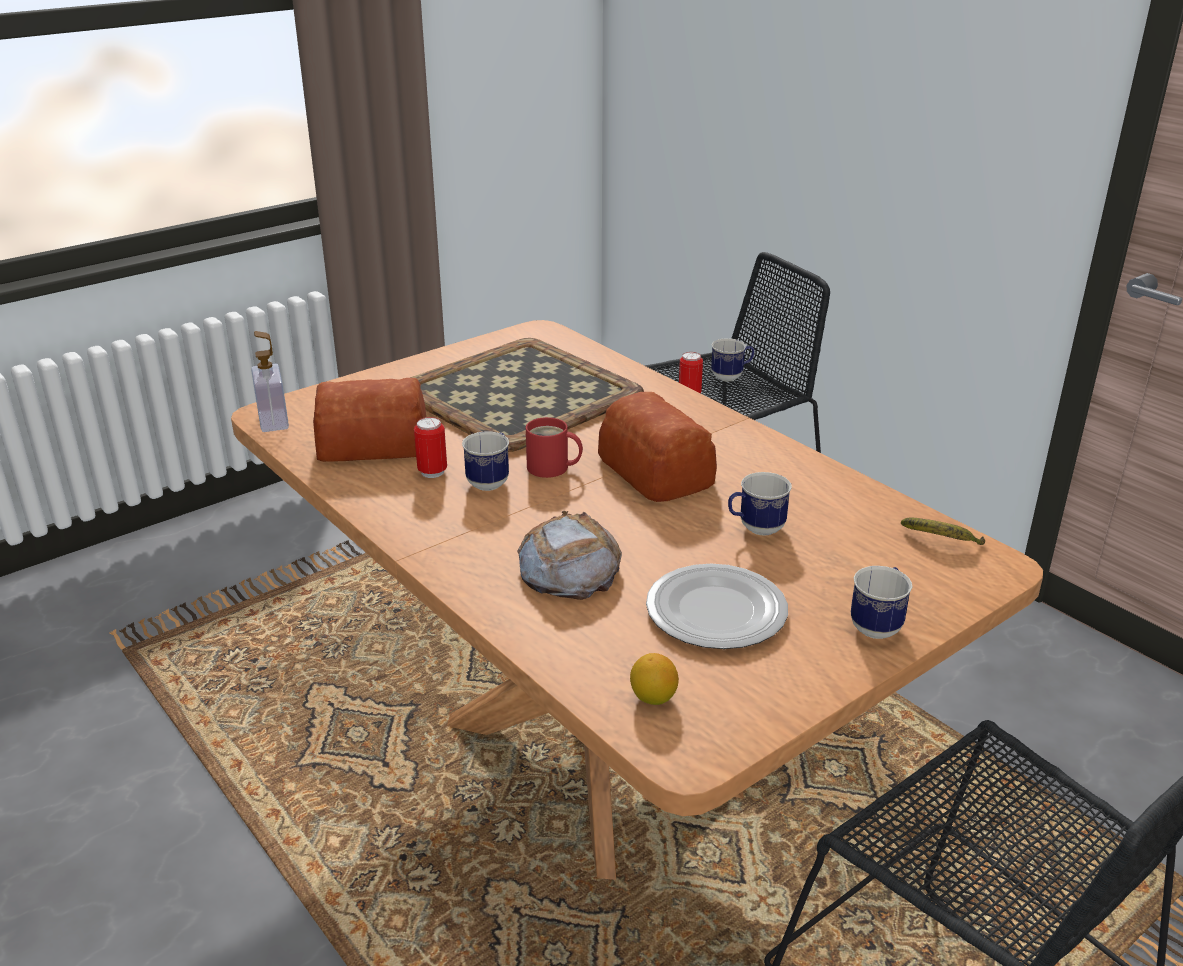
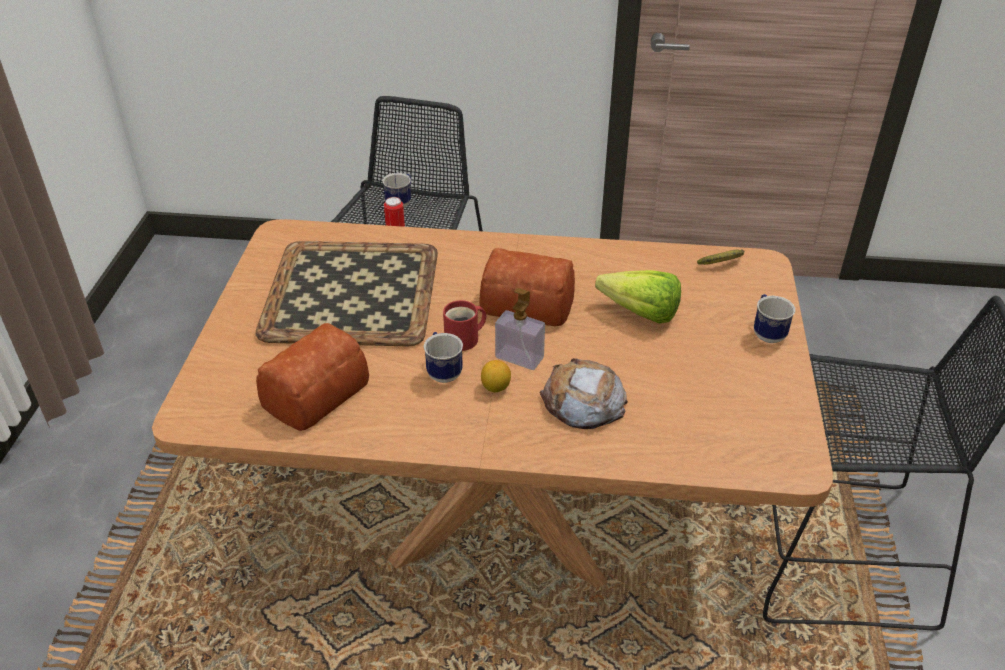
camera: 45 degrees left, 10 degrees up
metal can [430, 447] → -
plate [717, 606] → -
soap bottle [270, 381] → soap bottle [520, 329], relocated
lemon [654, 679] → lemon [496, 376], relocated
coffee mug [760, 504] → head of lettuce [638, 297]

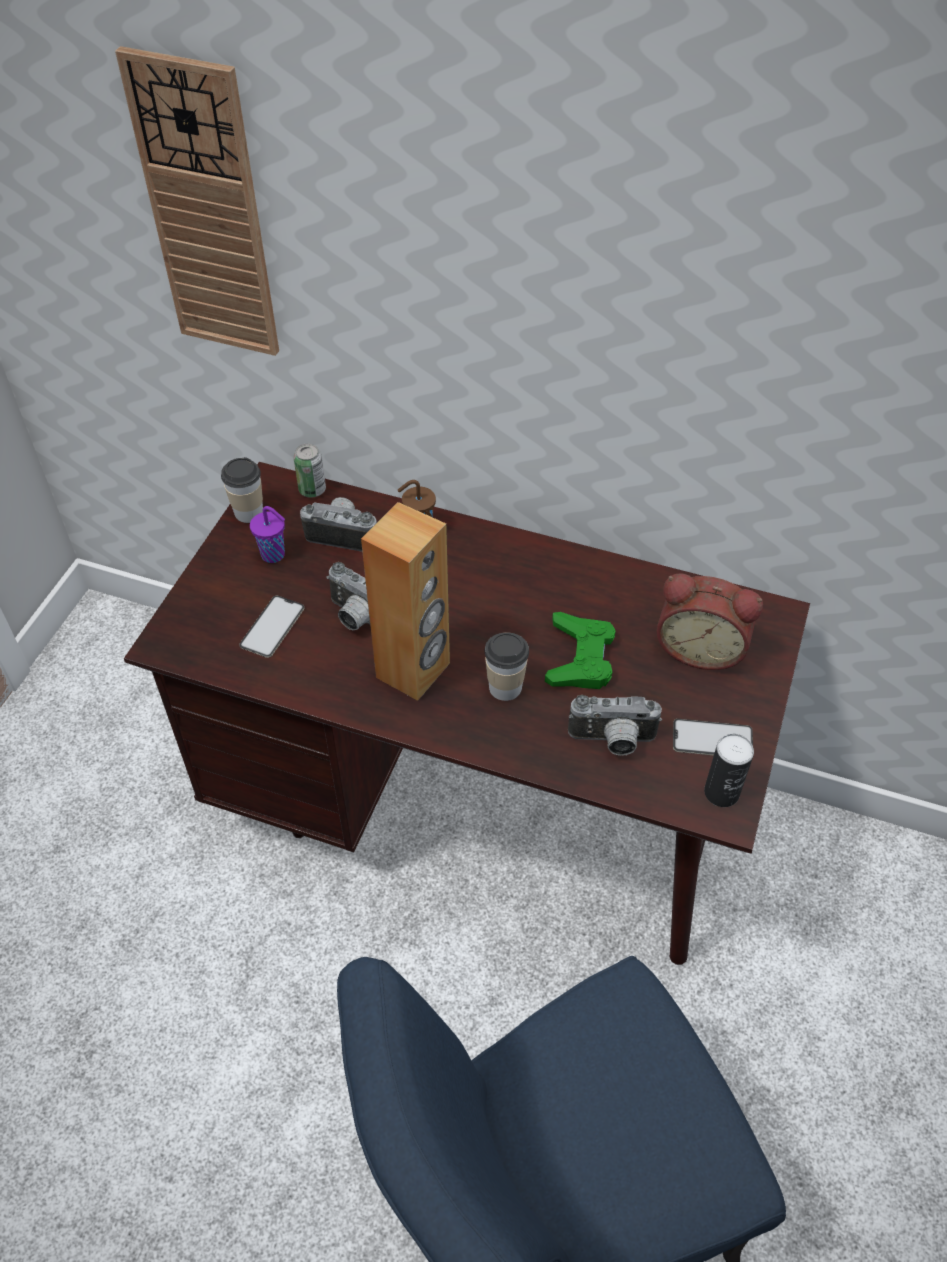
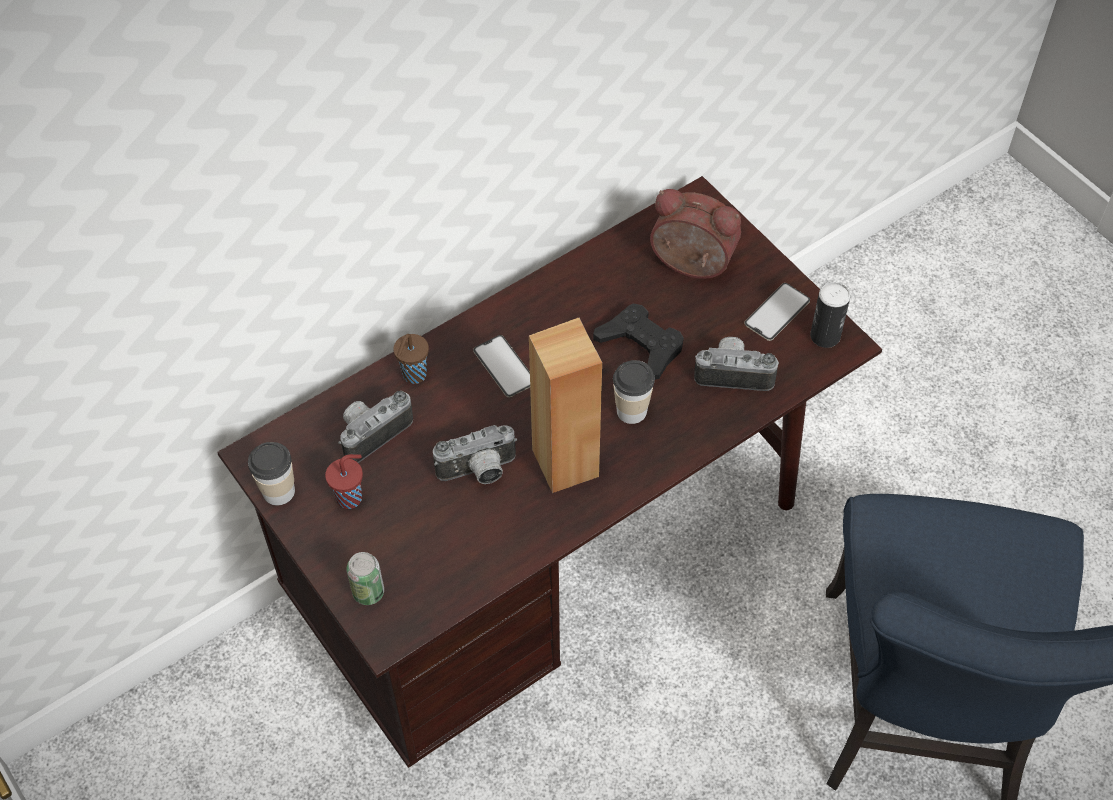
camera: 55 degrees left, 5 degrees up
clock on the wall [197, 201] → -
handset [272, 626] → handset [501, 366], relocated
metal can [310, 471] → metal can [365, 578], relocated
purple-coloured cup [267, 534] → red-coloured cup [344, 481]
green joypad [580, 650] → blackish joypad [638, 342]
photo camera [615, 725] → photo camera [736, 364], 120 degrees counterclockwise
alarm clock [709, 621] → alarm clock [695, 234], 120 degrees counterclockwise

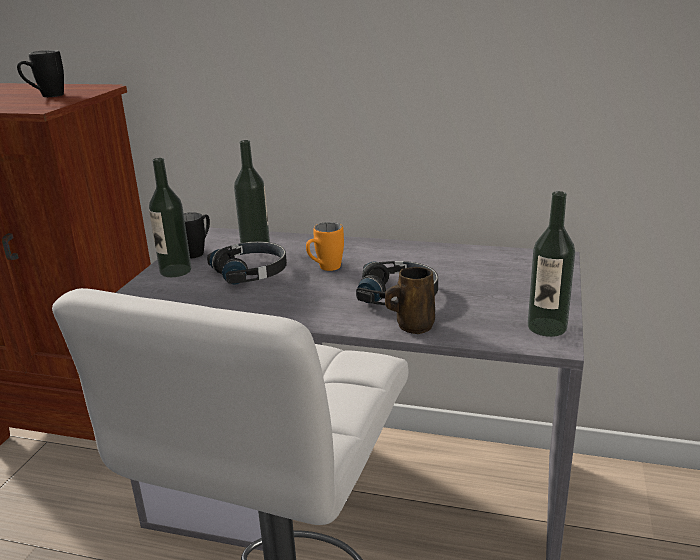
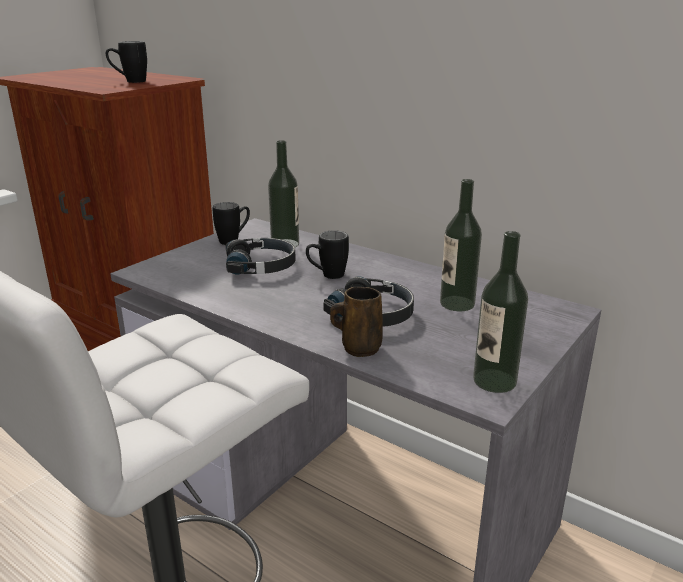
camera: 20 degrees right, 0 degrees up
beverage bottle [170, 217] → beverage bottle [461, 245], relocated
orange-coloured coffee mug [325, 246] → blackish coffee mug [327, 254]

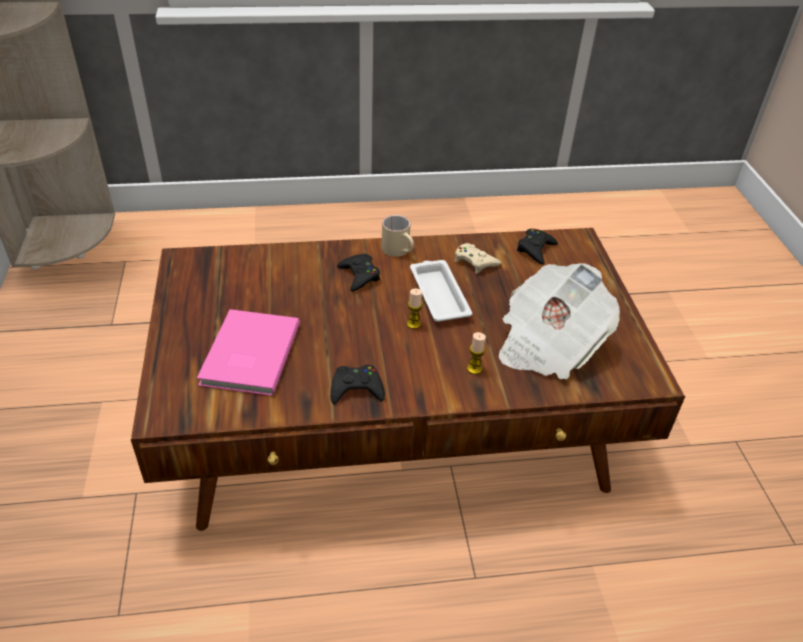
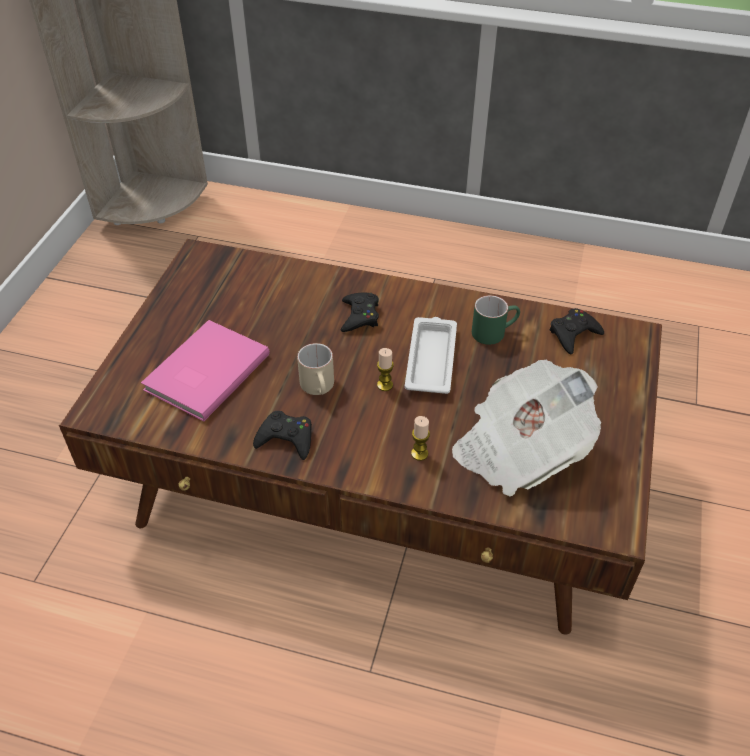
camera: 25 degrees right, 5 degrees up
beige-coloured coffee mug [398, 236] → beige-coloured coffee mug [315, 369], relocated
beige-coloured joypad [478, 258] → green coffee mug [496, 320]

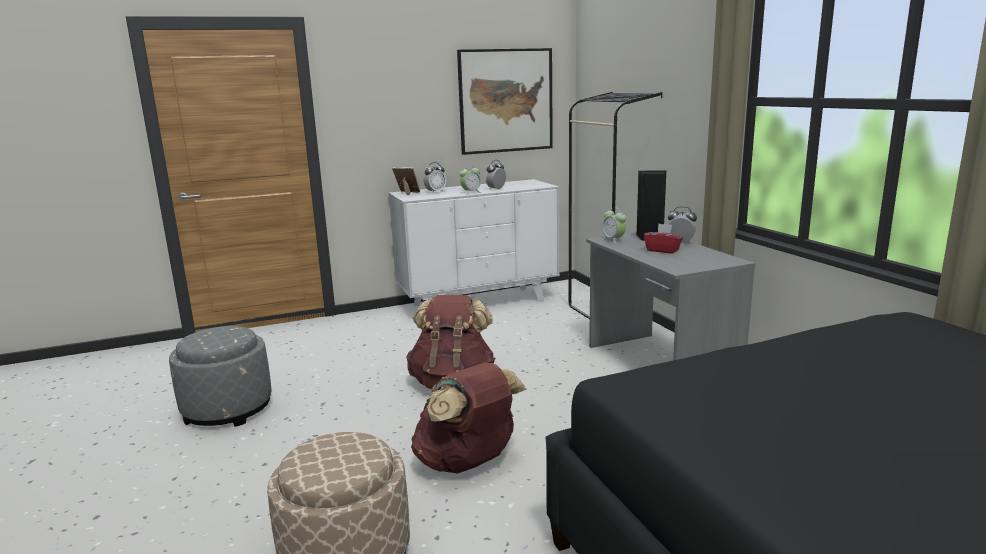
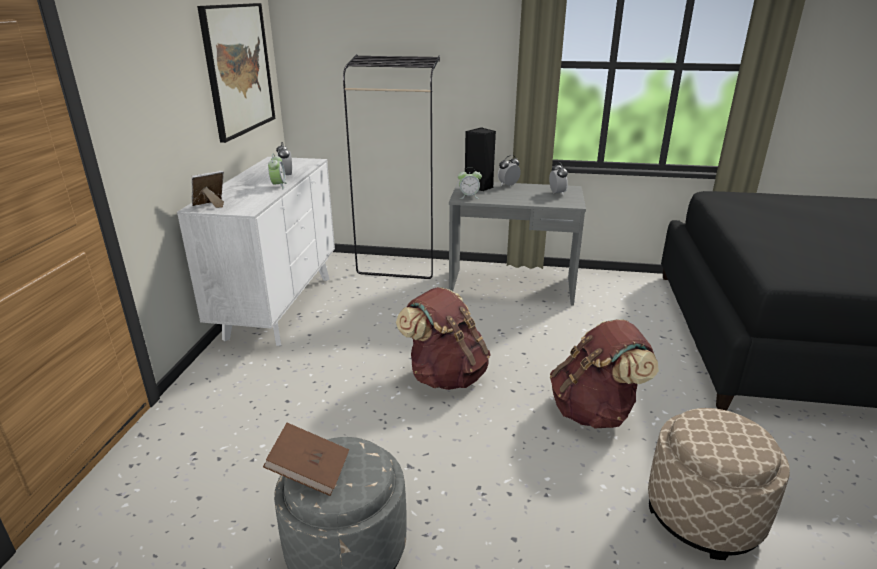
camera: 60 degrees left, 10 degrees up
red-coloured tissue holder [663, 238] → -
- → brown-coloured bound book [306, 459]
alarm clock [435, 177] → alarm clock [558, 178], relocated

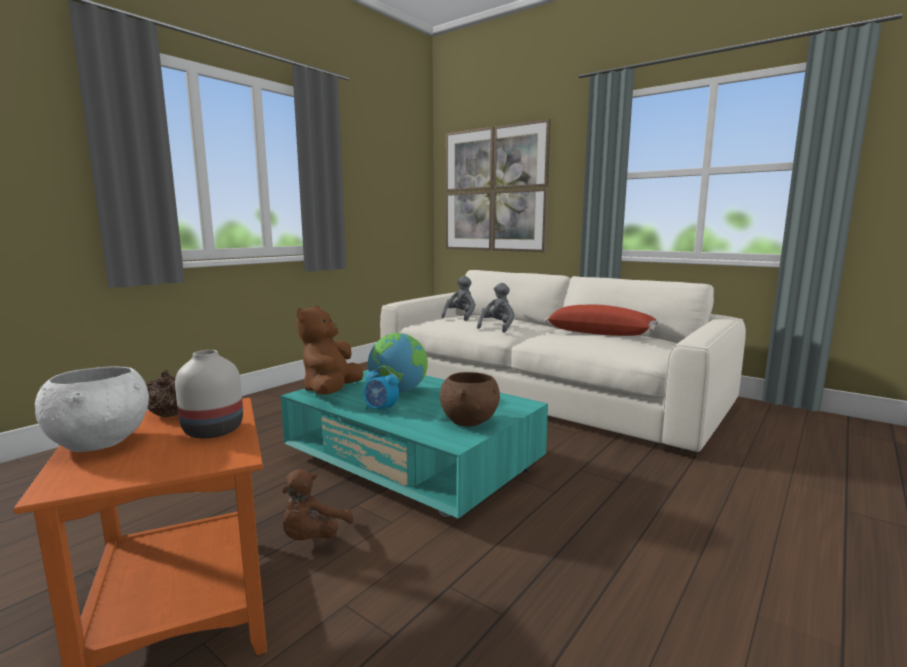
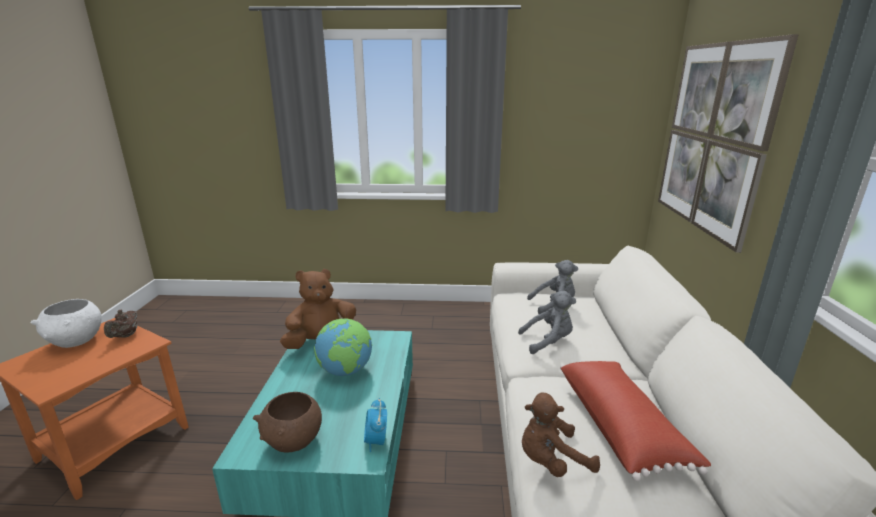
camera: 55 degrees right, 10 degrees up
whitish flower vase [209, 394] → -
brown-coloured cuddly toy [317, 504] → brown-coloured cuddly toy [561, 435], relocated
alarm clock [381, 390] → alarm clock [375, 425], relocated

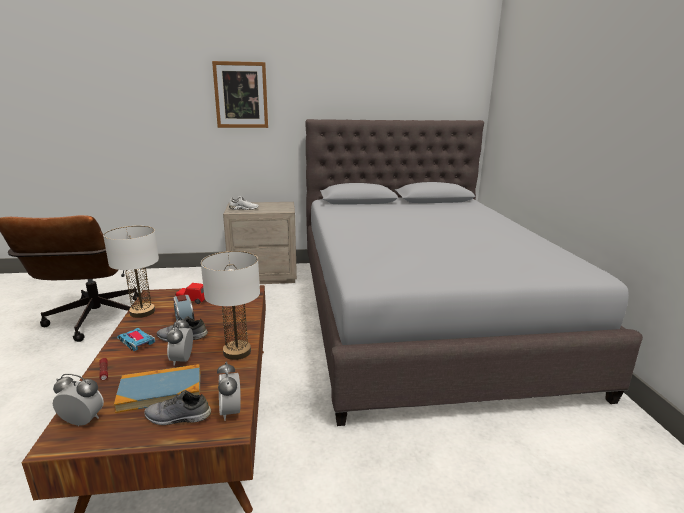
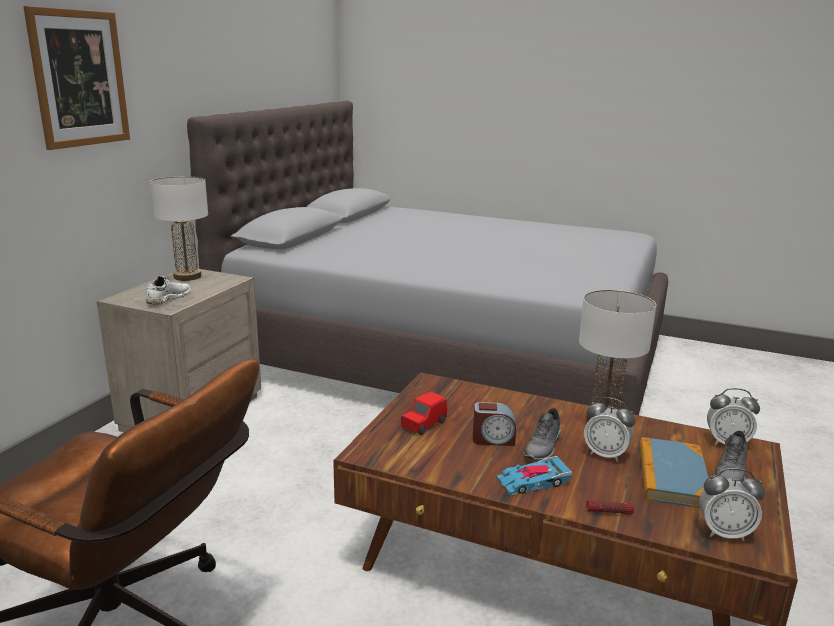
camera: 60 degrees left, 0 degrees up
table lamp [131, 272] → table lamp [179, 228], relocated
alarm clock [78, 400] → alarm clock [732, 504], 120 degrees counterclockwise

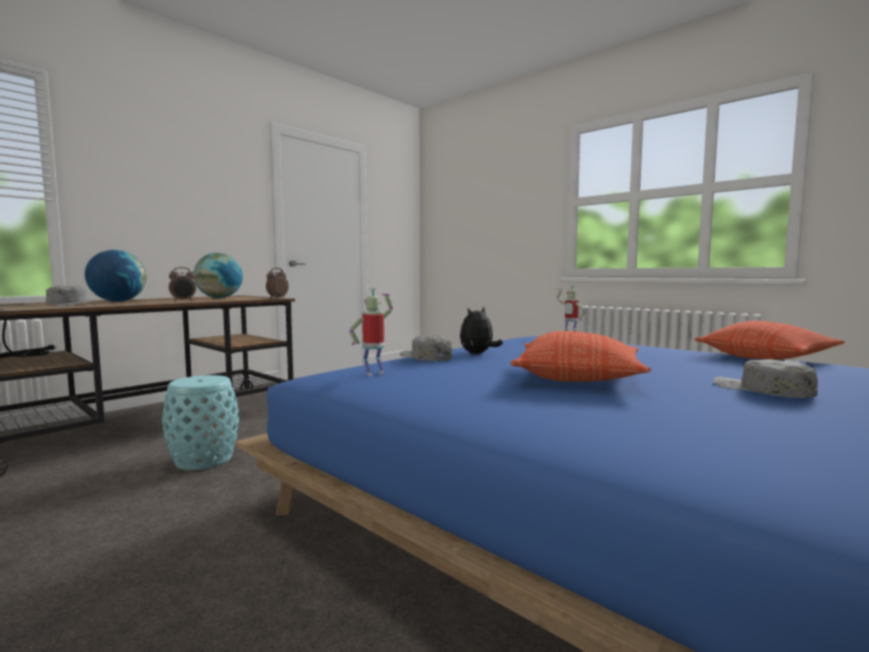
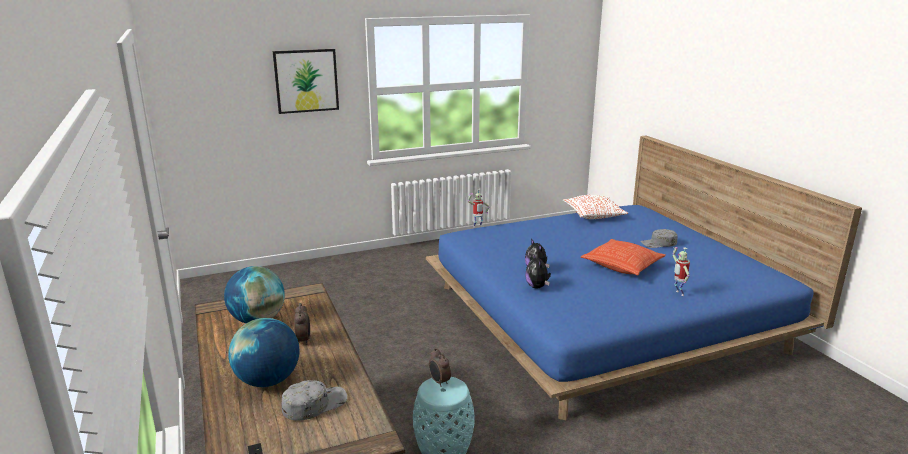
camera: 65 degrees left, 15 degrees up
- → picture [305, 81]
alarm clock [277, 283] → alarm clock [440, 367], relocated
toy robot [371, 332] → toy robot [681, 271], relocated
greyish peaked cap [426, 348] → cuddly toy [538, 271]
orange-coloured pillow [770, 340] → whitish pillow [595, 207]

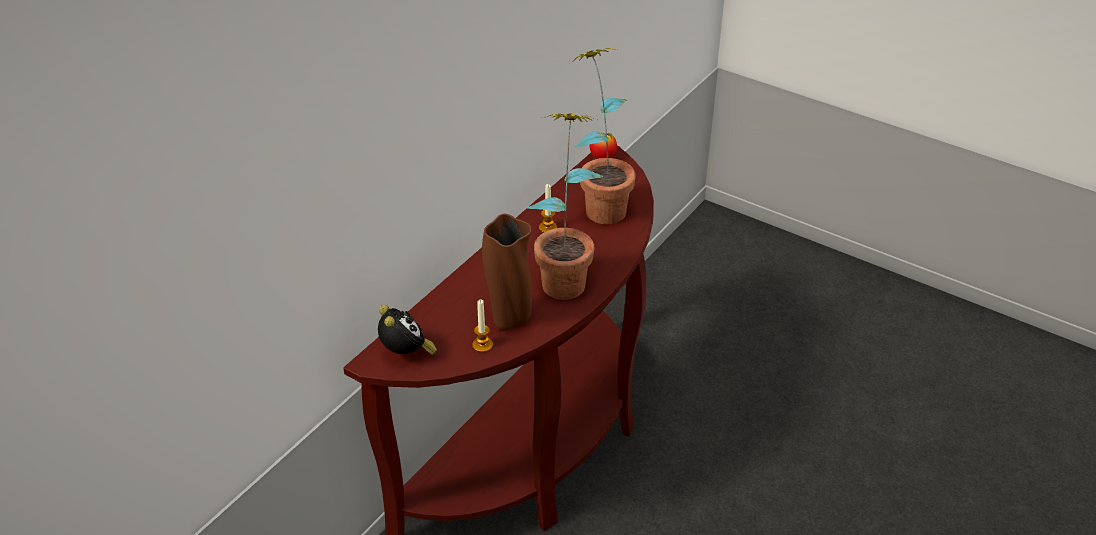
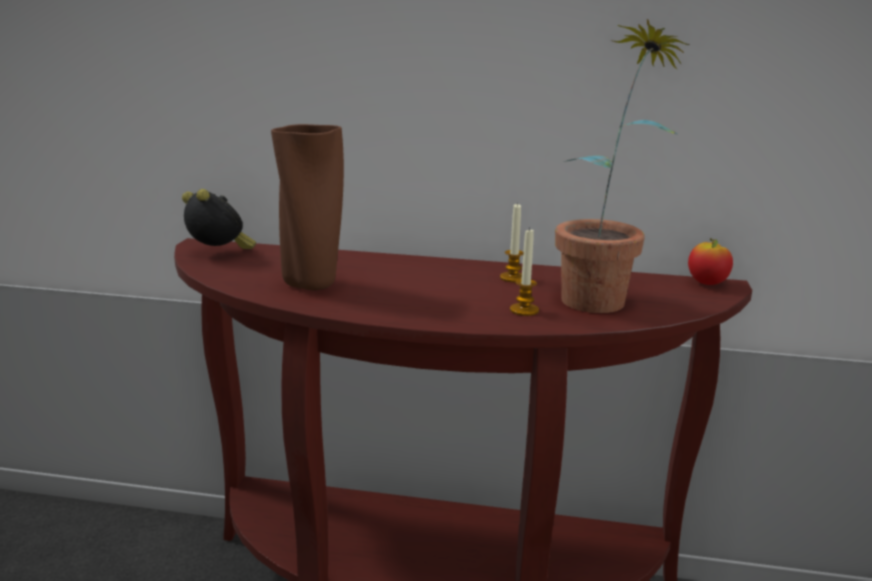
camera: 65 degrees right, 20 degrees down
potted plant [565, 206] → -
wax light [482, 326] → wax light [524, 271], relocated
alarm clock [407, 330] → alarm clock [219, 219], 90 degrees counterclockwise

